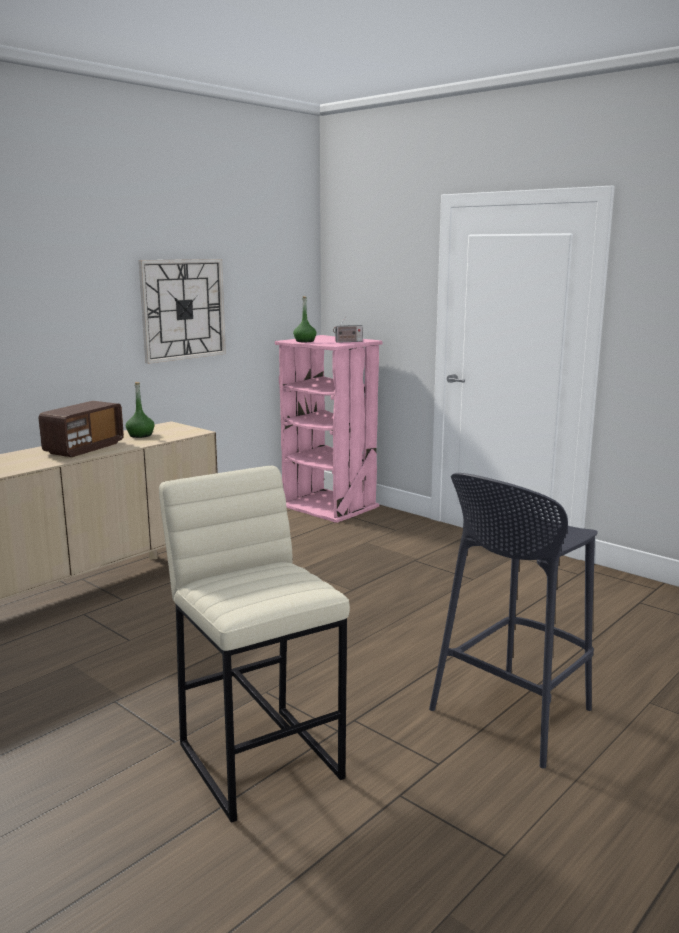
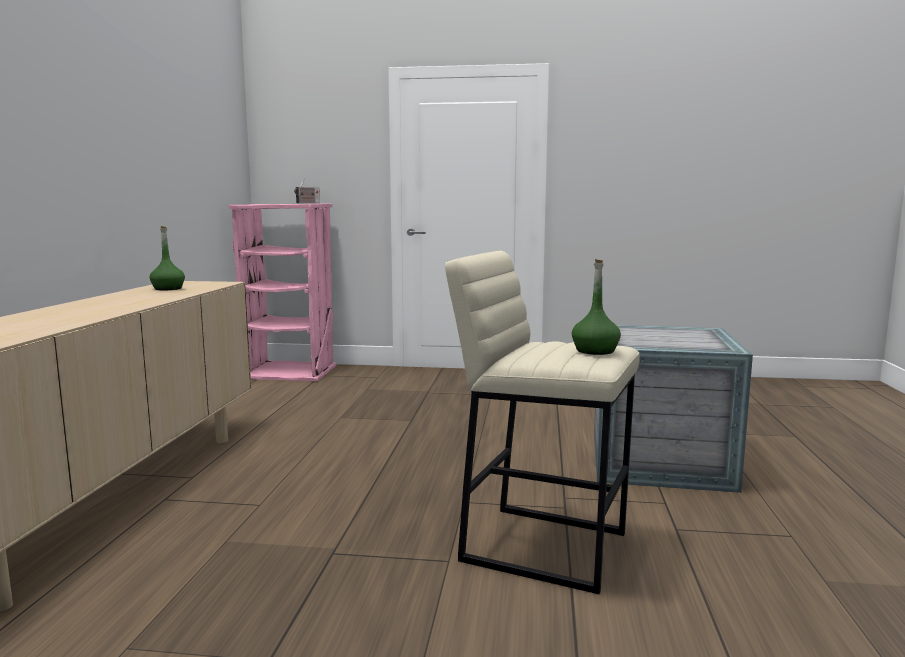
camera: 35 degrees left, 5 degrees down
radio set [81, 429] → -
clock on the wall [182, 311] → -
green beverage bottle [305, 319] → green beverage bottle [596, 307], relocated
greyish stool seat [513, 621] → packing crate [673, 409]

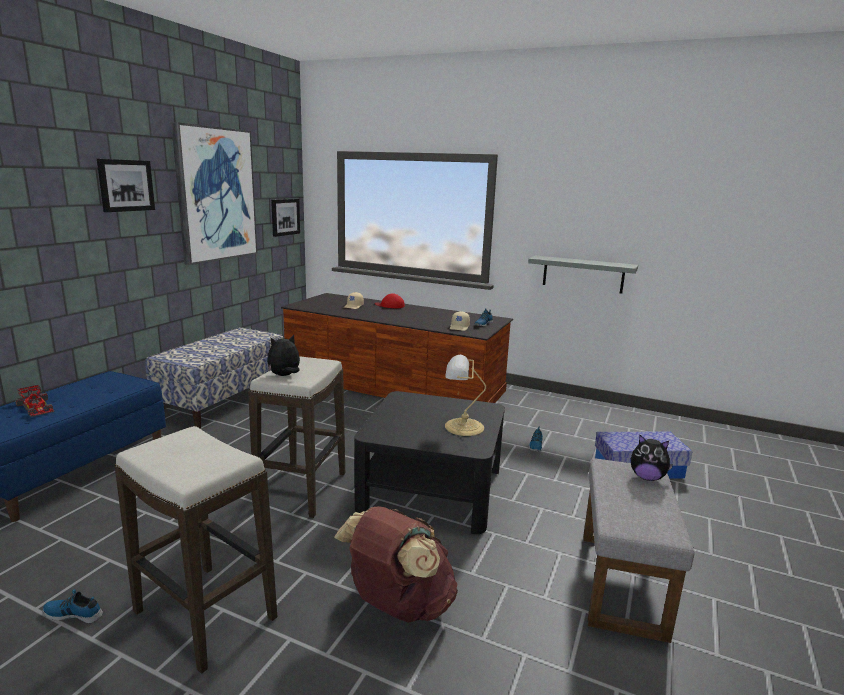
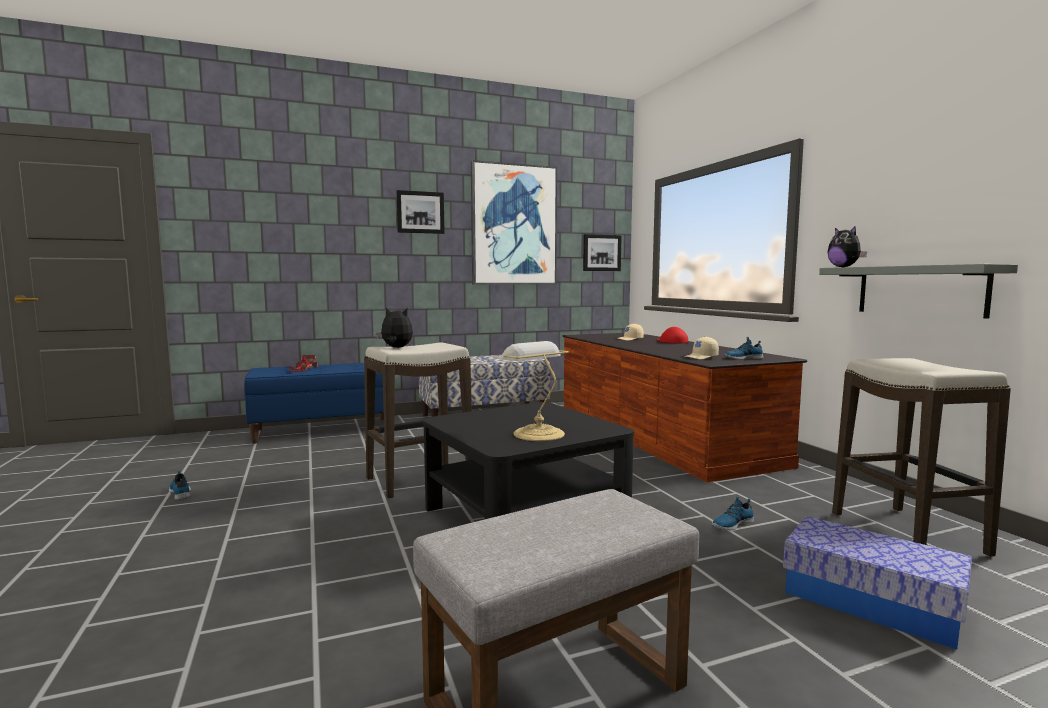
camera: 45 degrees right, 10 degrees down
brown-coloured knapsack [396, 564] → -
stool seat [196, 550] → stool seat [921, 457], relocated
cuddly toy [652, 458] → cuddly toy [847, 246], relocated

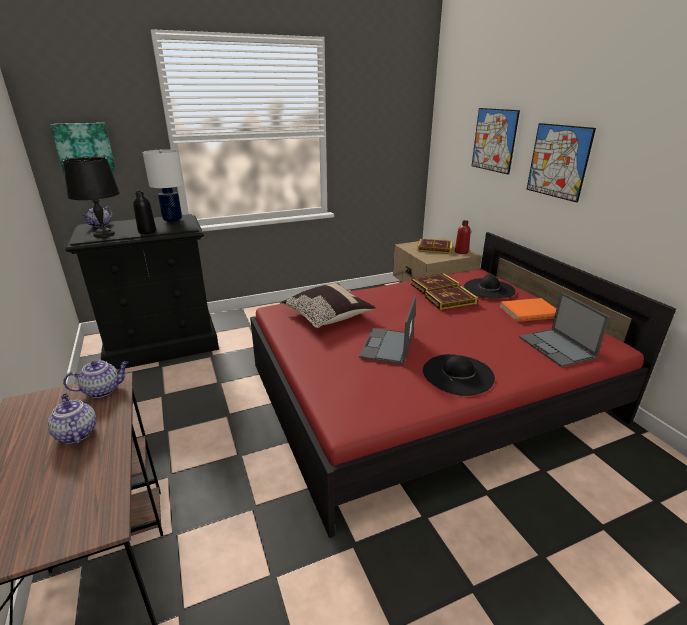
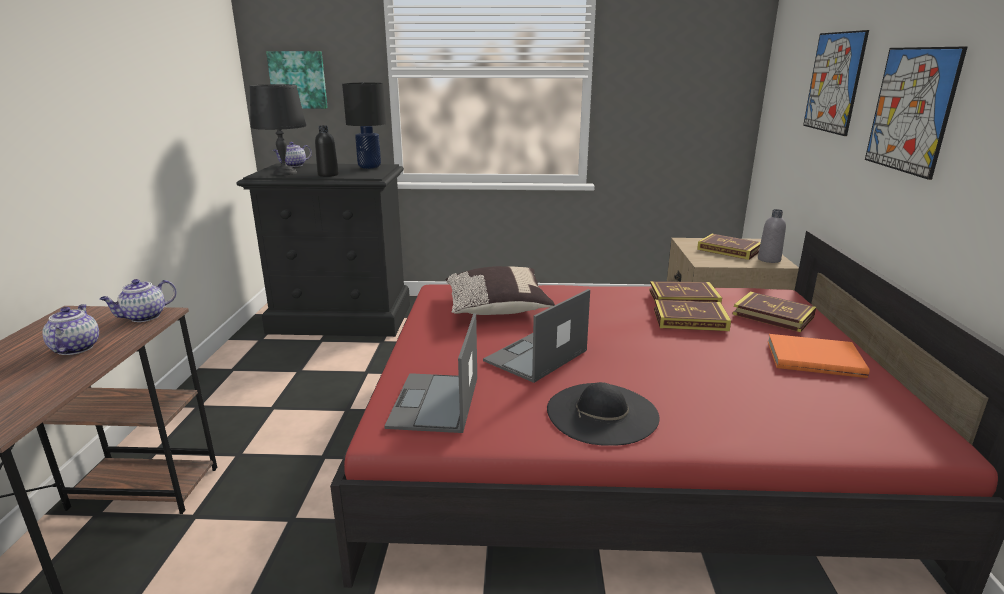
camera: 25 degrees right, 5 degrees down
notebook computer [564, 329] → notebook computer [430, 373], relocated
blackish clothing hat [490, 287] → bound book [774, 312]
whitish table lamp [162, 185] → blackish table lamp [364, 125]
red-coloured beverage bottle [463, 237] → greyish beverage bottle [772, 236]
teapot [96, 379] → teapot [138, 300], 135 degrees clockwise

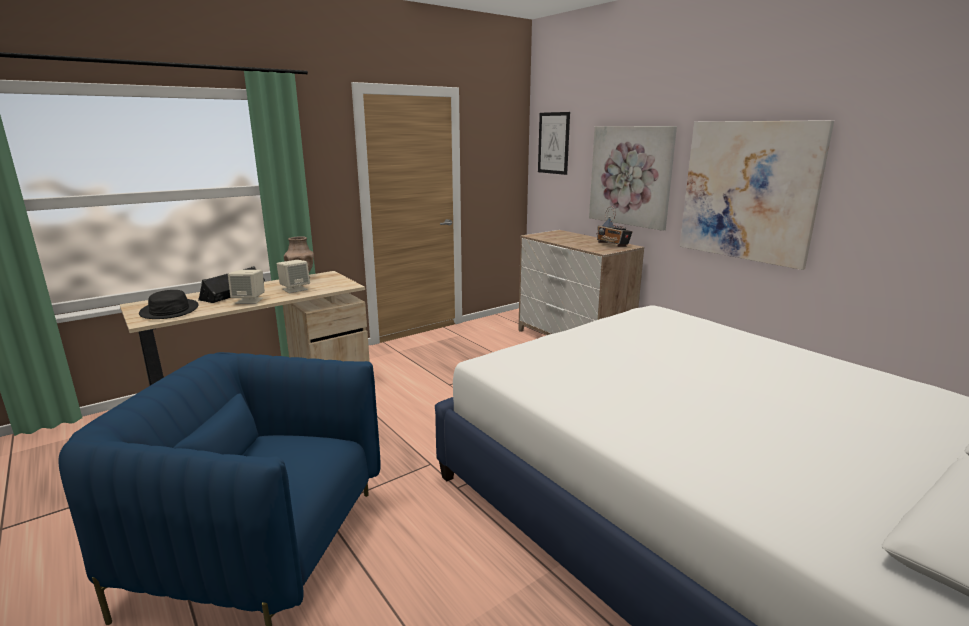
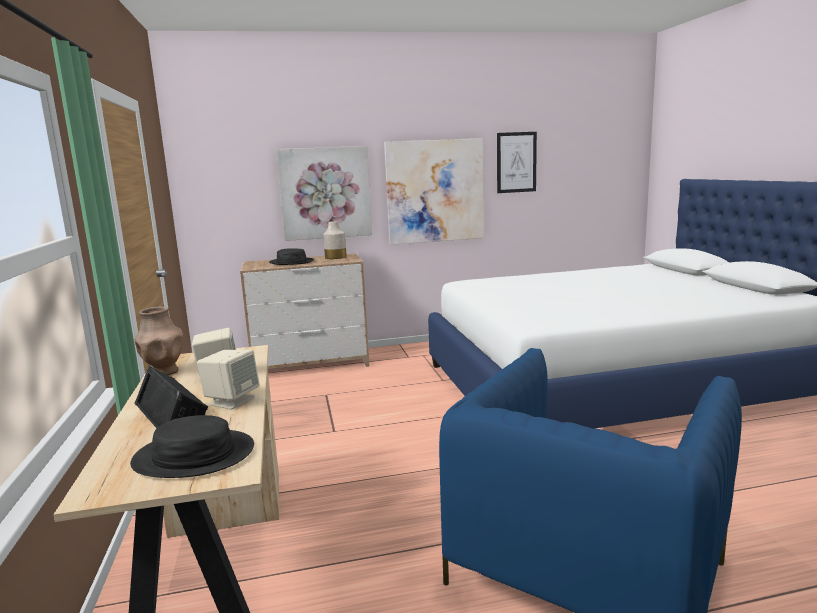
camera: 65 degrees left, 5 degrees down
- → blackish clothing hat [291, 256]
picture [554, 143] → picture [517, 162], relocated
radio set [615, 226] → beige-coloured flower vase [335, 240]

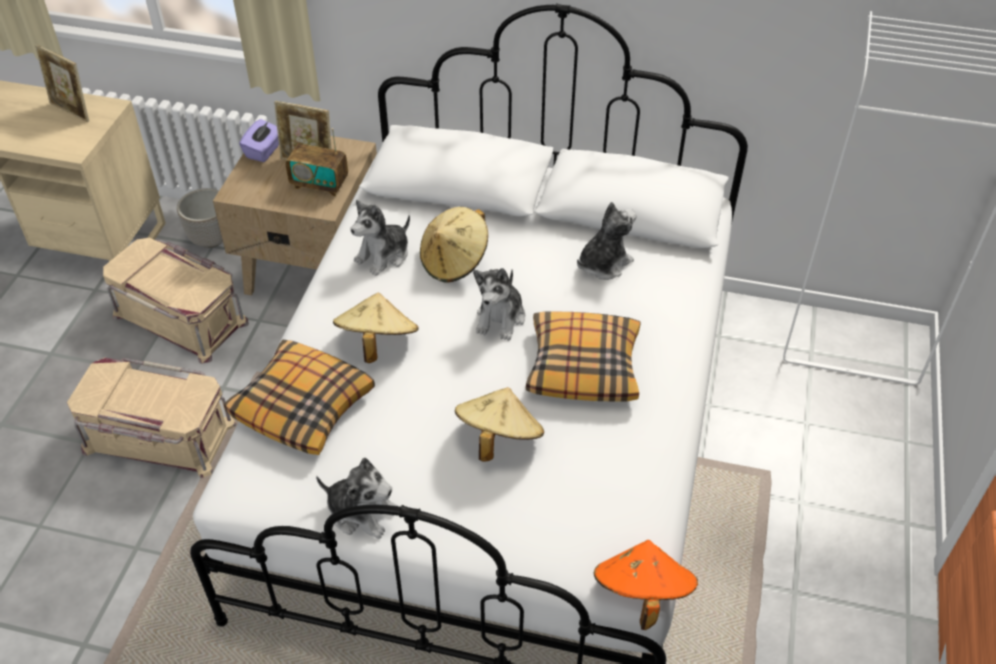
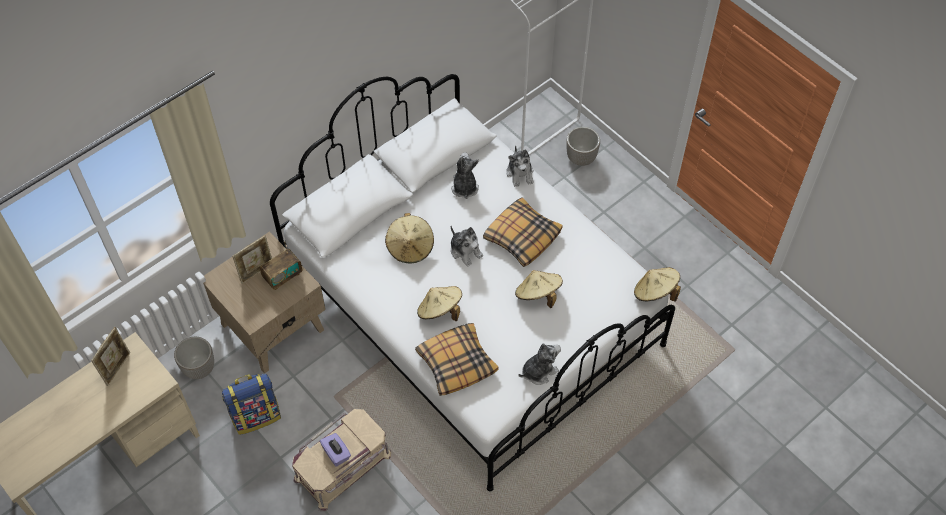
camera: 55 degrees left, 10 degrees up
- → planter [583, 146]
purple-coloured tissue holder [259, 140] → purple-coloured tissue holder [335, 450], relocated
cuddly toy [380, 238] → cuddly toy [520, 166], relocated
beige-coloured storage container [176, 301] → knapsack [251, 404]
orange-coloured clothing hat [646, 585] → beige-coloured clothing hat [657, 284]
picture frame [62, 83] → picture frame [110, 356], 45 degrees counterclockwise

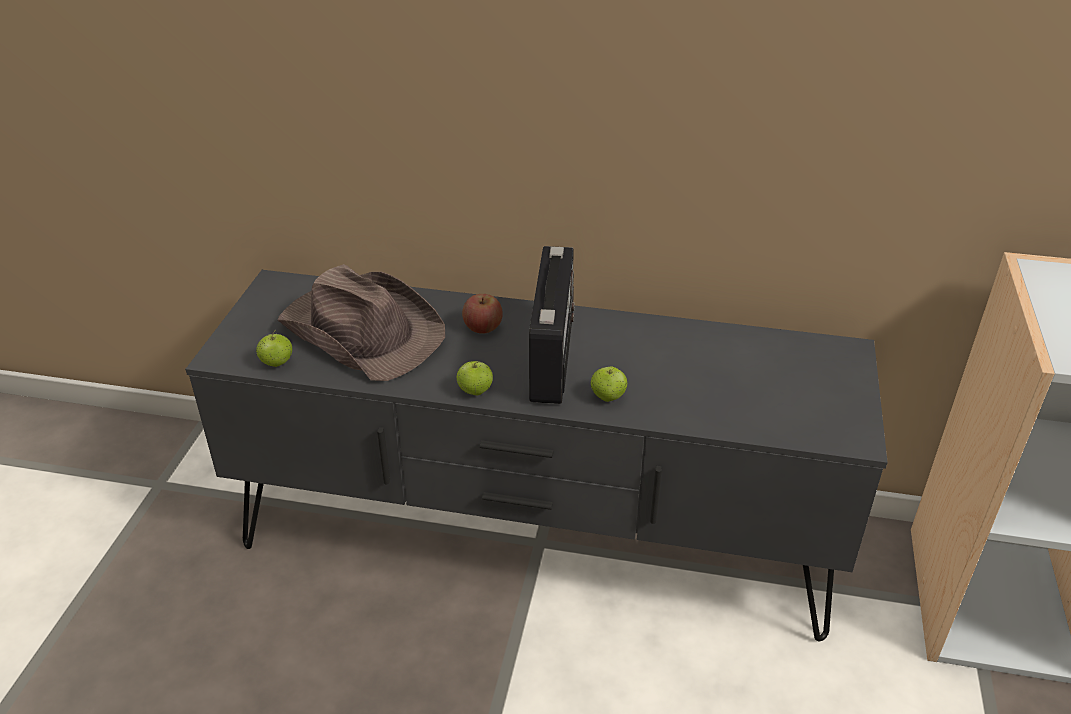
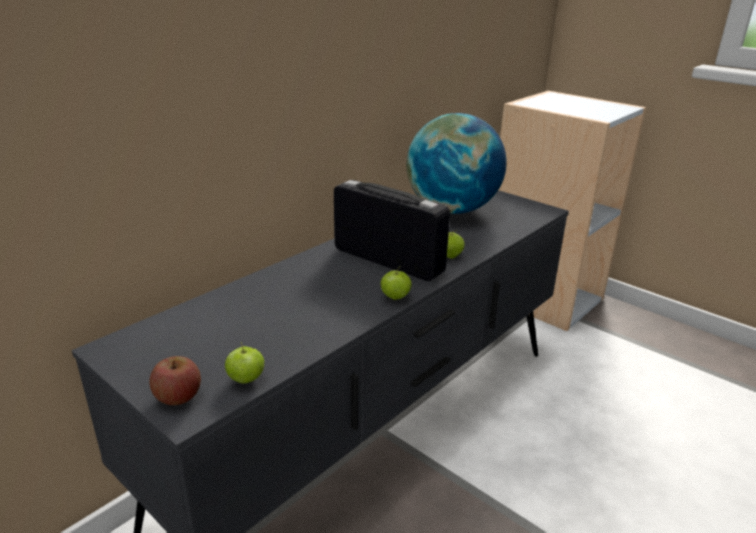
camera: 60 degrees left, 10 degrees down
brown-coloured clothing hat [361, 322] → -
- → desk globe [456, 163]
apple [482, 314] → apple [175, 380], relocated

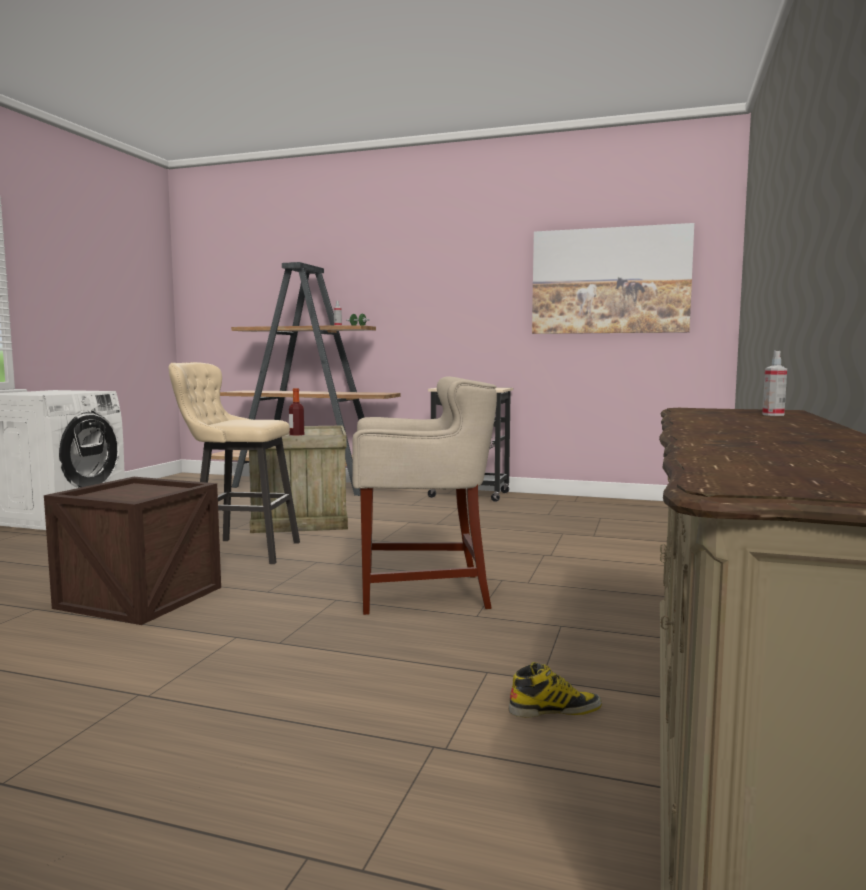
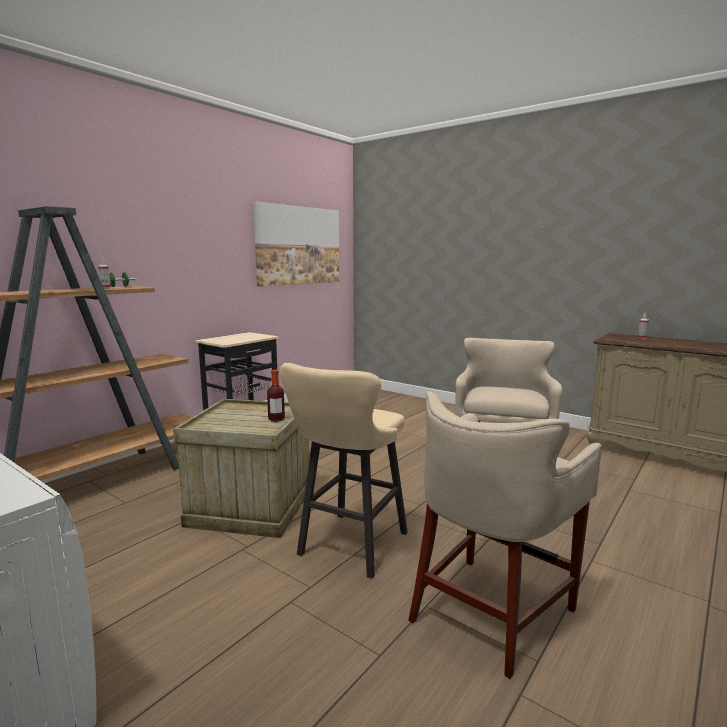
camera: 70 degrees left, 5 degrees up
high-top boot [555, 689] → -
packing crate [132, 551] → beige-coloured stool seat [505, 535]

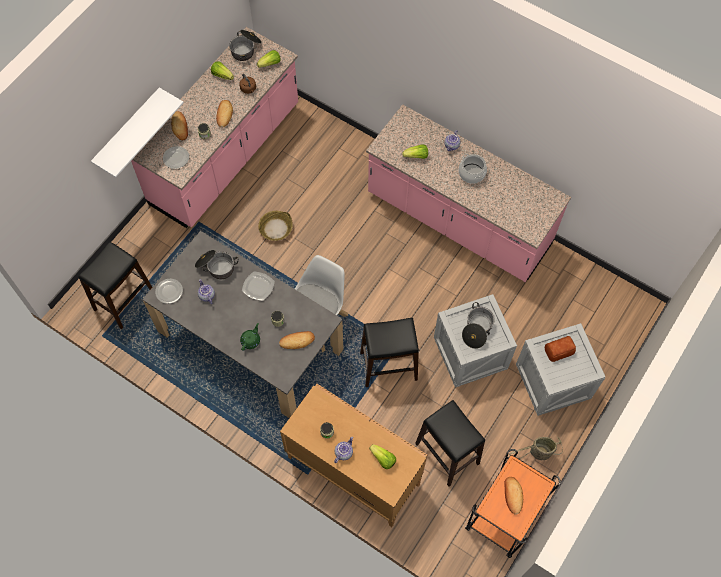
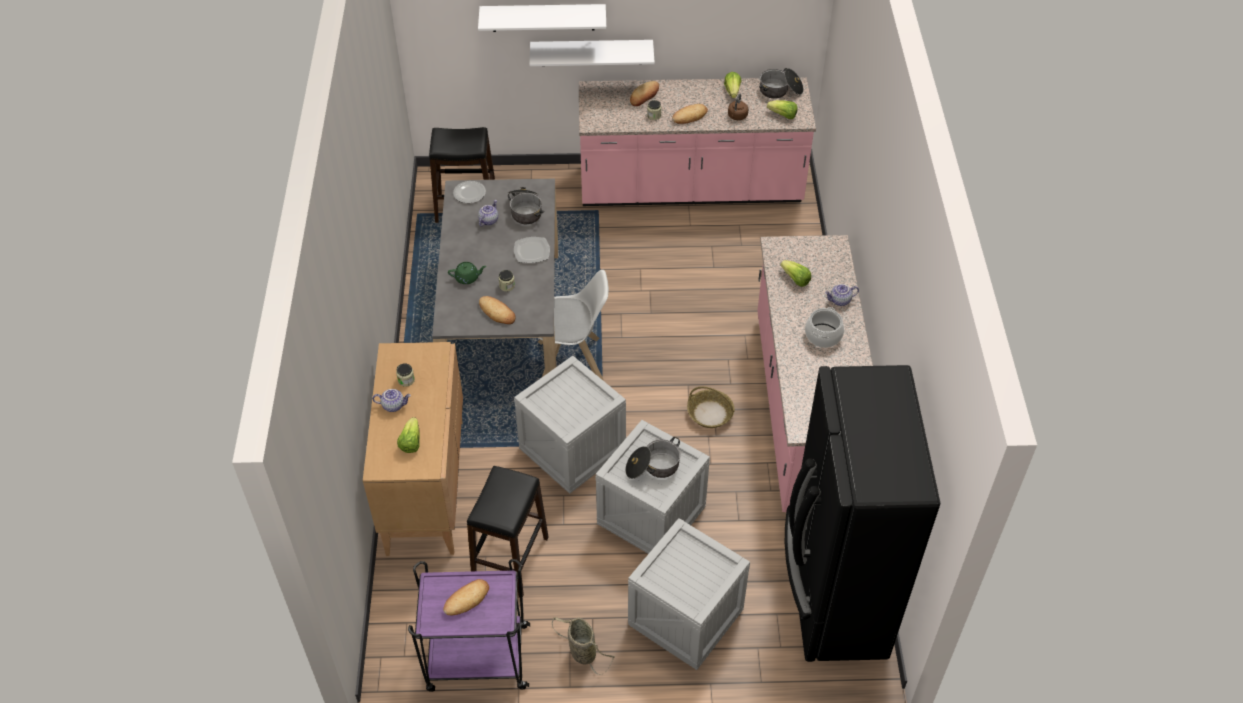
camera: 55 degrees right, 15 degrees down
plate [176, 157] → -
bakery bread [560, 349] → -
- → whitish bracket shelf [542, 18]
- → blackish refrigerator [862, 513]
basket [275, 226] → basket [710, 407], relocated
blackish stool seat [389, 352] → packing crate [570, 425]
orange-coloured wheeled cart [513, 503] → purple-coloured wheeled cart [469, 625]

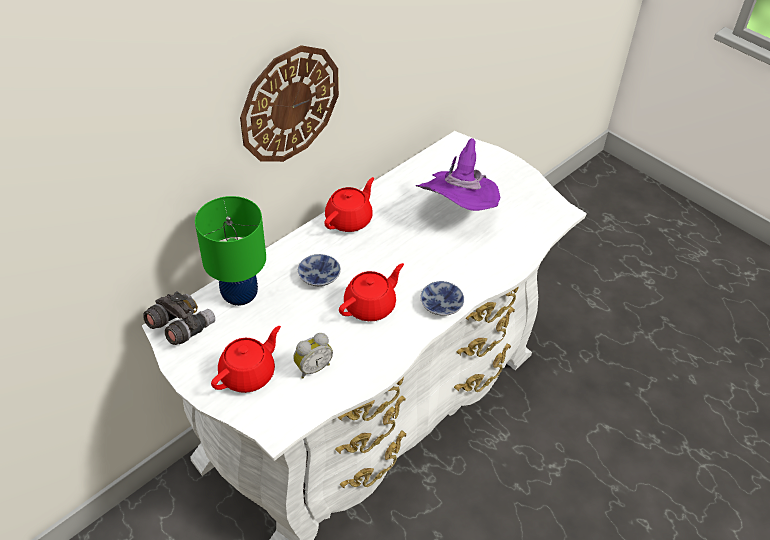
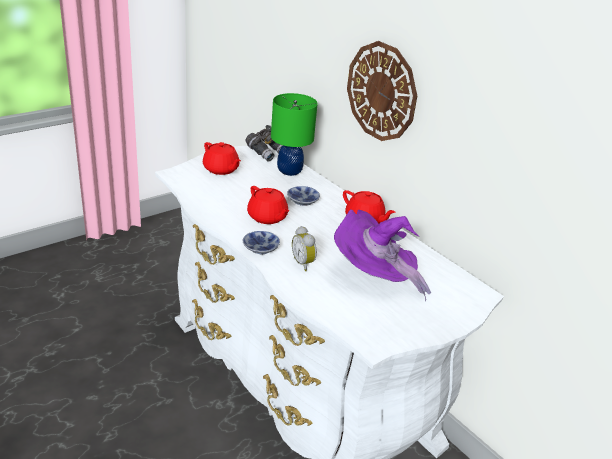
camera: 95 degrees right, 15 degrees down
alarm clock [313, 356] → alarm clock [304, 248], relocated

